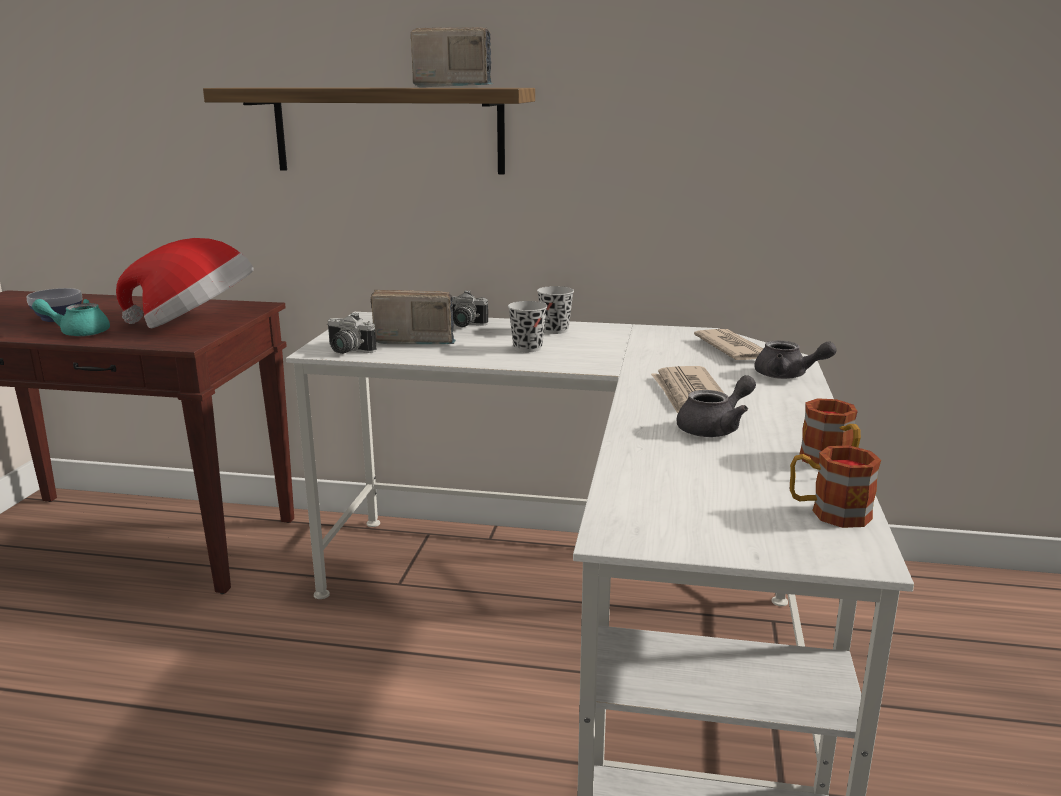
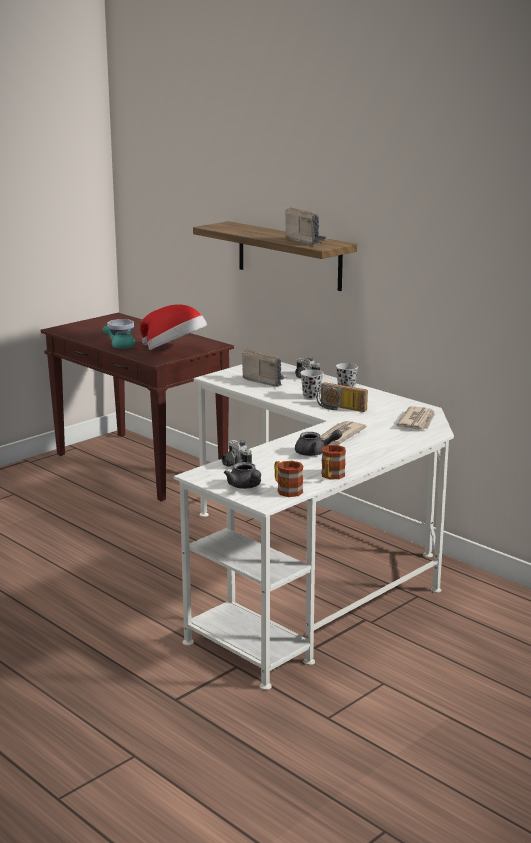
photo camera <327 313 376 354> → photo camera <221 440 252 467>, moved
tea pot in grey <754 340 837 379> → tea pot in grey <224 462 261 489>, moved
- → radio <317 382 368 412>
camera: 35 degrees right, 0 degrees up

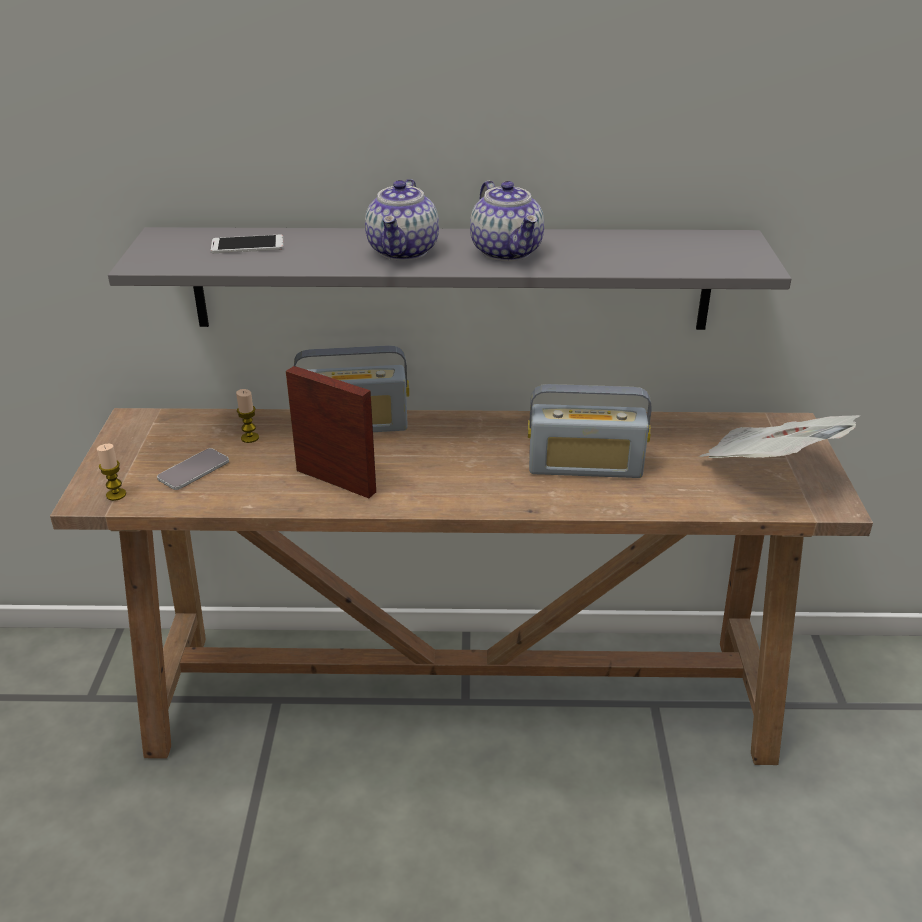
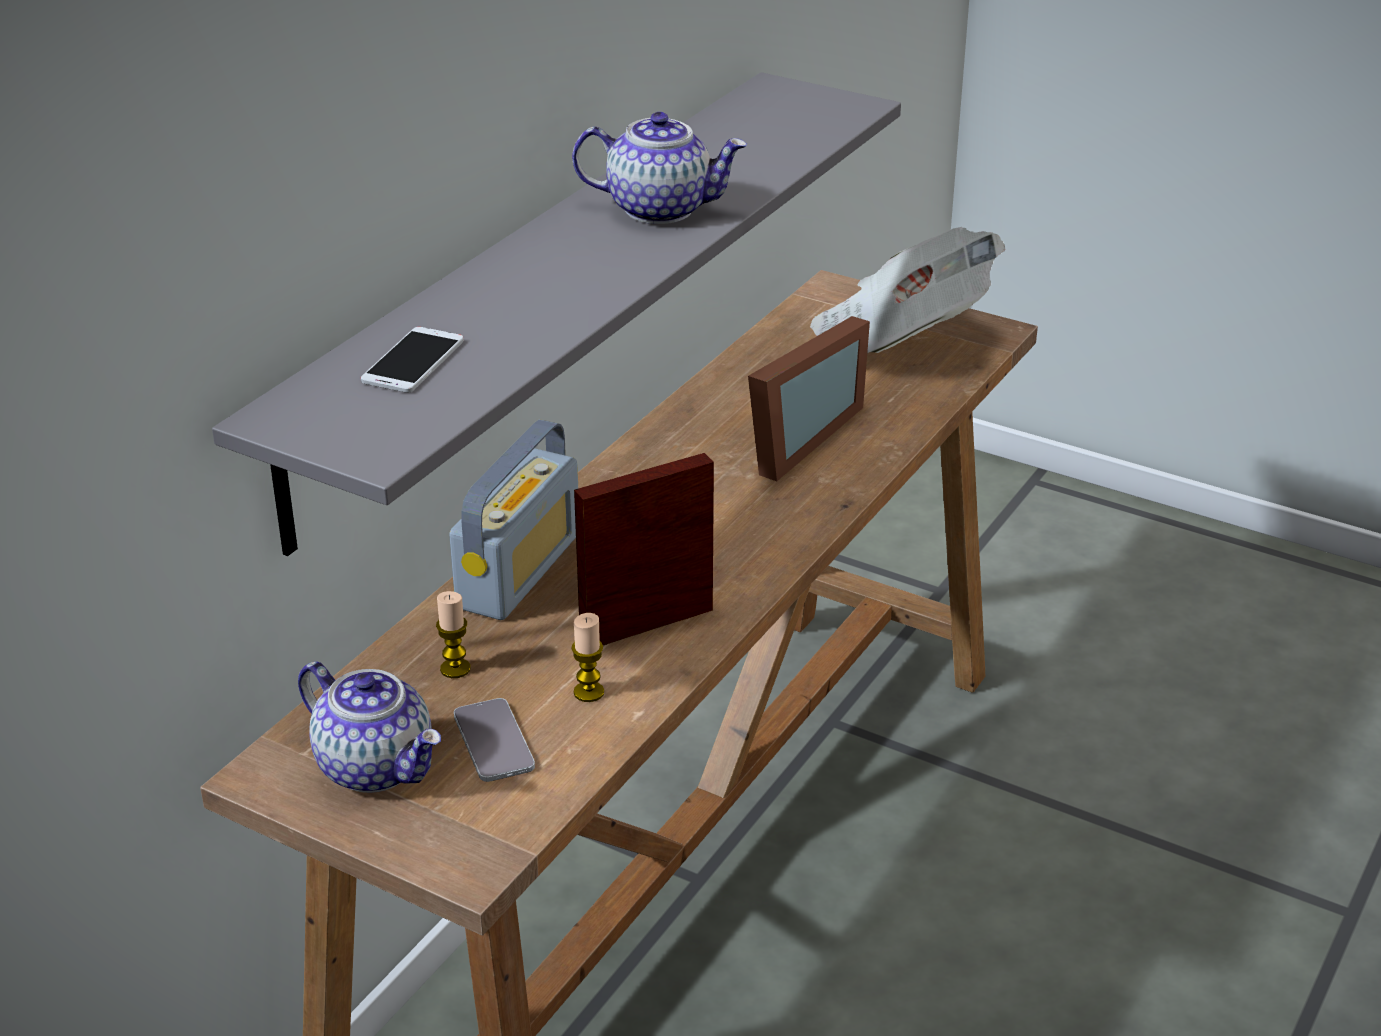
tea pot <365 179 439 260> → tea pot <298 661 441 793>, moved
radio <528 384 652 478> → photo frame <748 316 870 481>
wax candle <97 444 126 501> → wax candle <571 613 604 702>, moved
camera: 60 degrees left, 0 degrees up

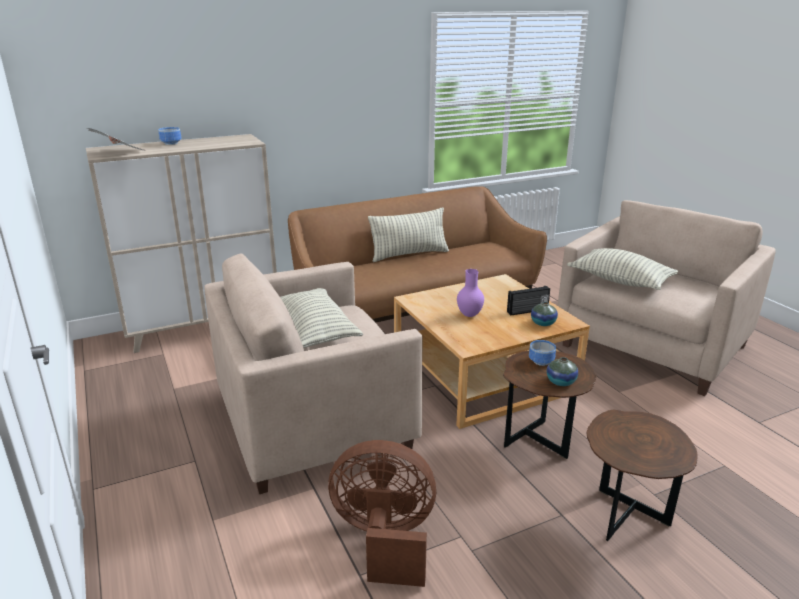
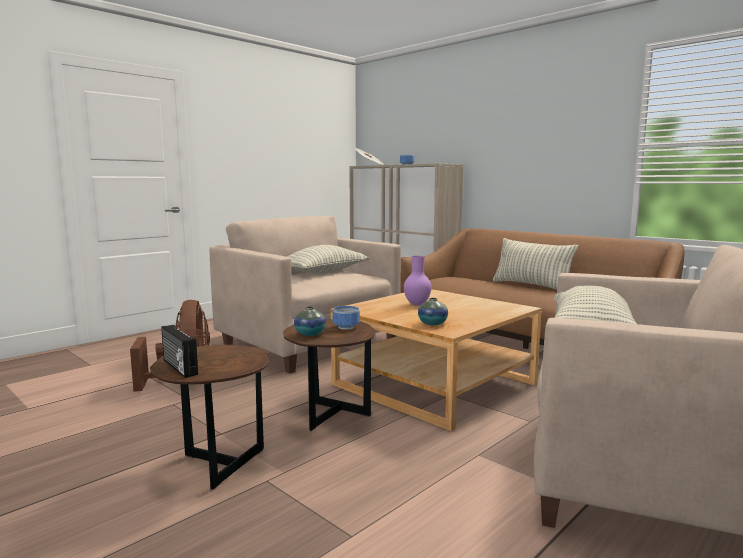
radio <507 286 550 316> → radio <161 325 198 378>, moved
camera: 70 degrees right, 15 degrees down

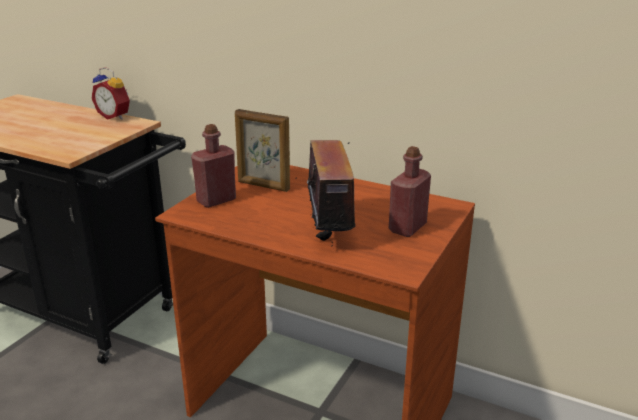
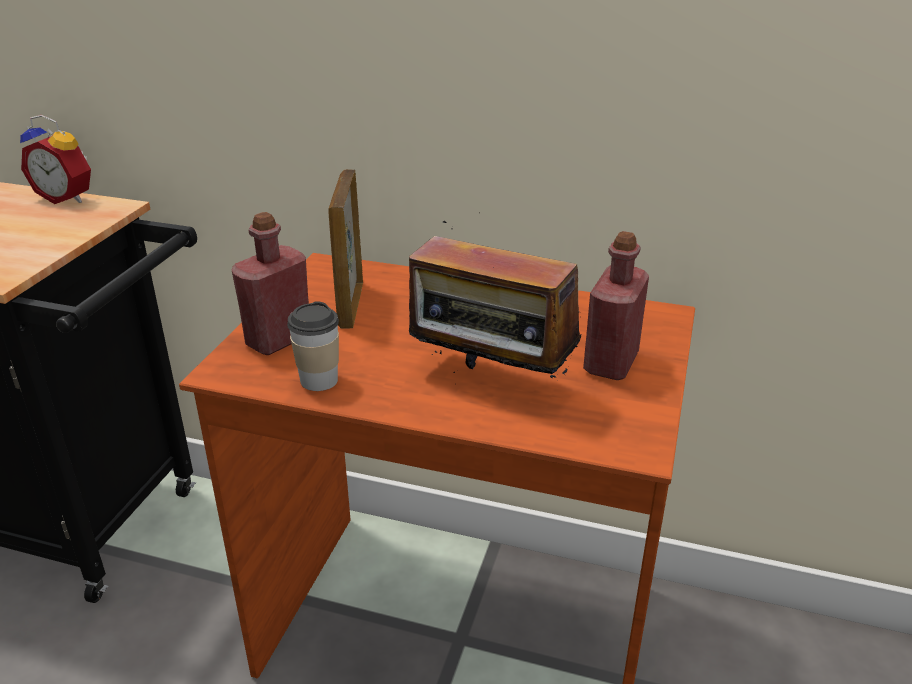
photo frame <235 109 290 192> → photo frame <328 169 363 329>, 75 degrees clockwise
radio <295 140 356 247> → radio <408 221 581 385>, 135 degrees clockwise
- → cup <287 301 339 391>
camera: 10 degrees left, 5 degrees up

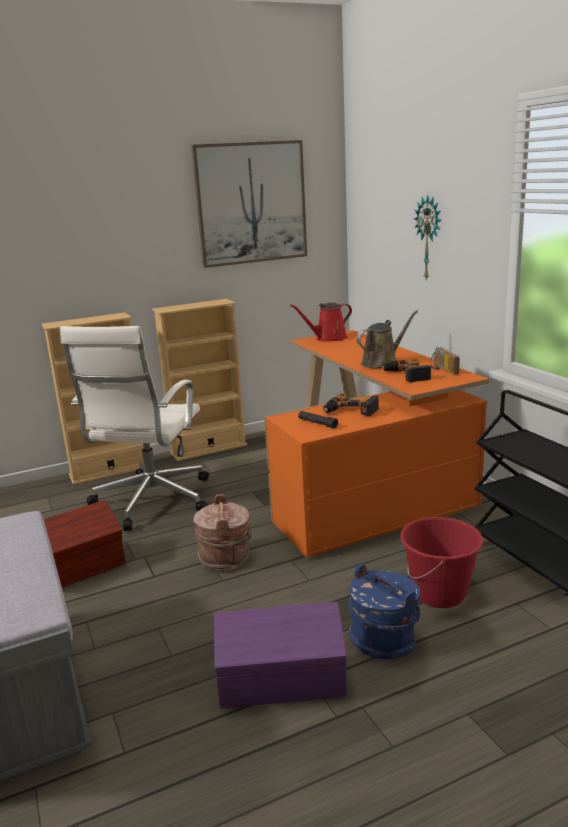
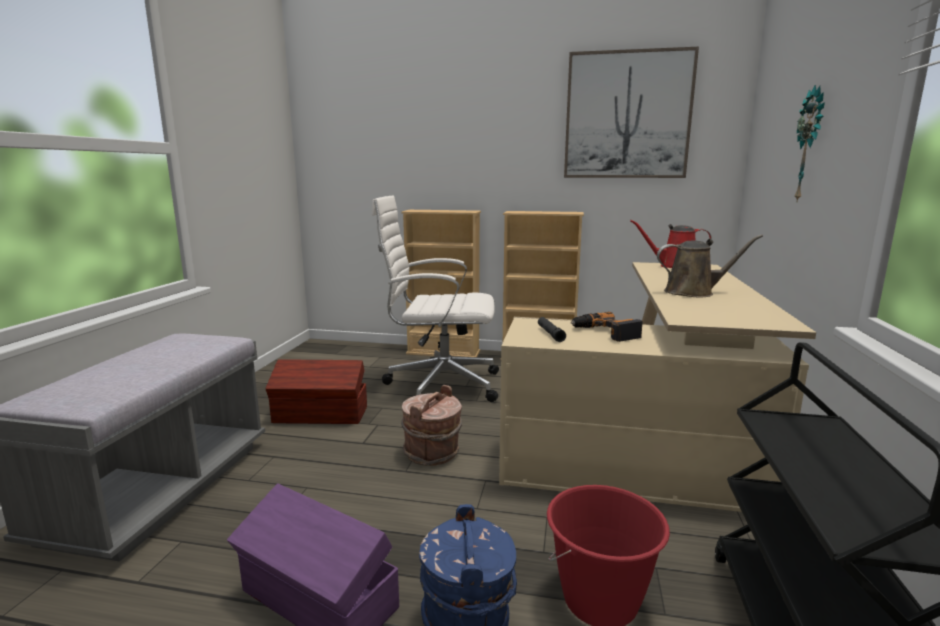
office chair in white <60 326 209 531> → office chair in white <372 195 499 402>, 45 degrees clockwise
desk table in orangey <264 330 489 558> → desk table in sand-coloured <499 262 816 512>
radio <431 347 460 375> → -
power drill <381 359 431 382> → -
camera: 35 degrees right, 5 degrees down

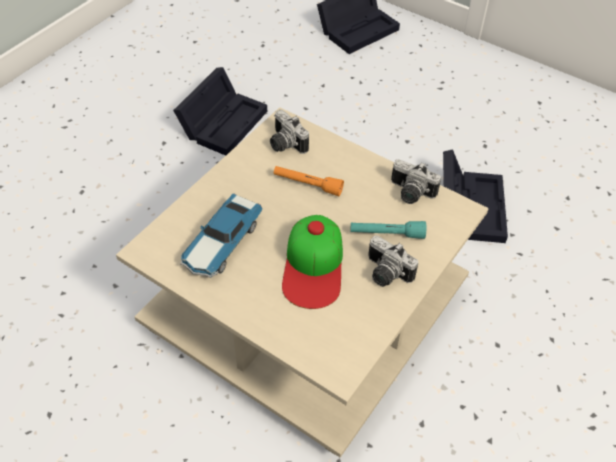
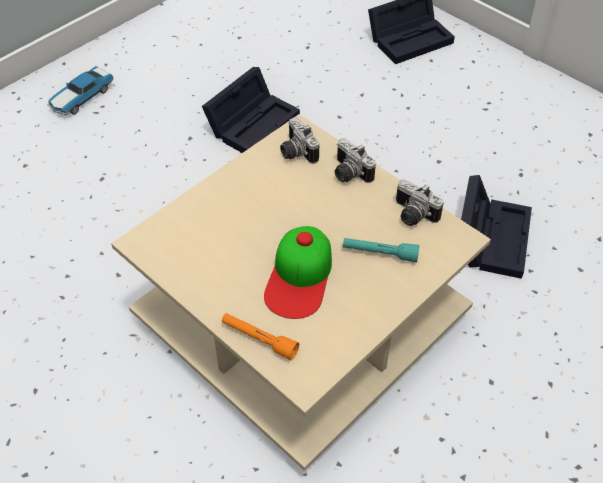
torch in orangey <274 166 344 196> → torch in orangey <222 313 299 360>, moved
miniature car <180 193 263 278> → miniature car <47 66 114 115>, moved
photo camera <368 235 418 287> → photo camera <334 138 376 183>, moved
camera: 10 degrees right, 0 degrees up

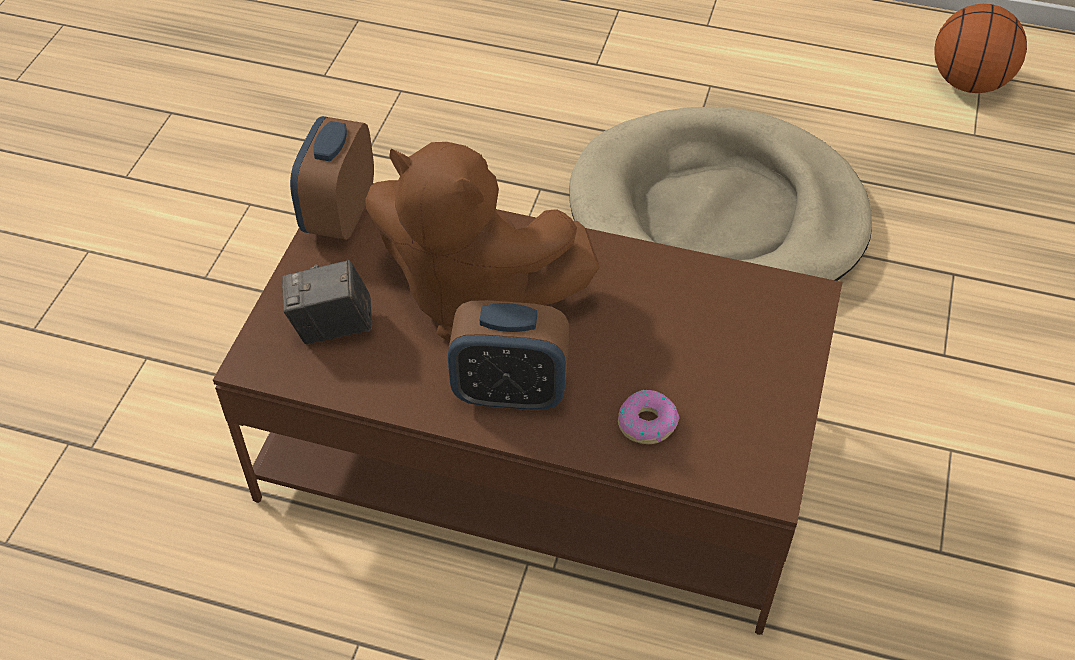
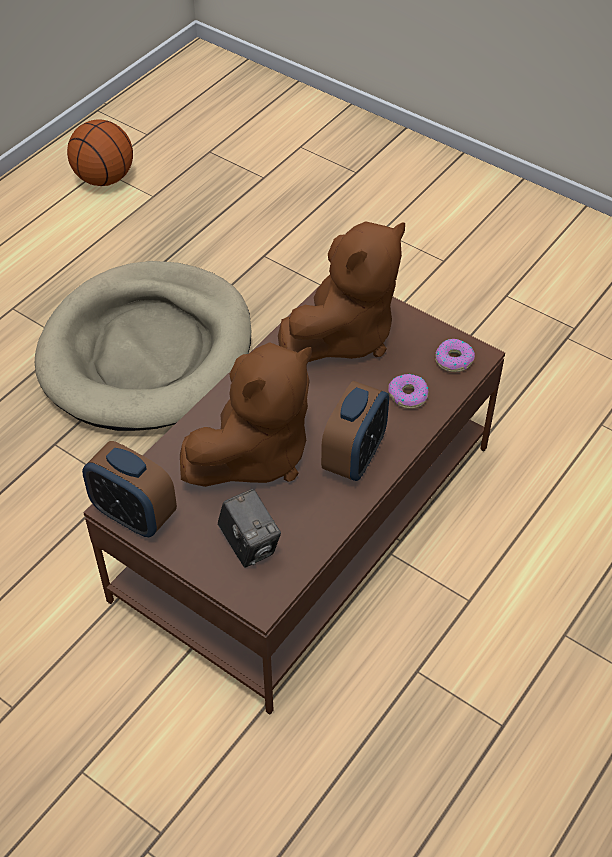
photo camera <282 260 372 344> → photo camera <218 489 281 568>, 45 degrees counterclockwise
- → soft toy in brown-coloured <278 221 405 362>
- → donut <435 339 475 372>
camera: 70 degrees left, 0 degrees up

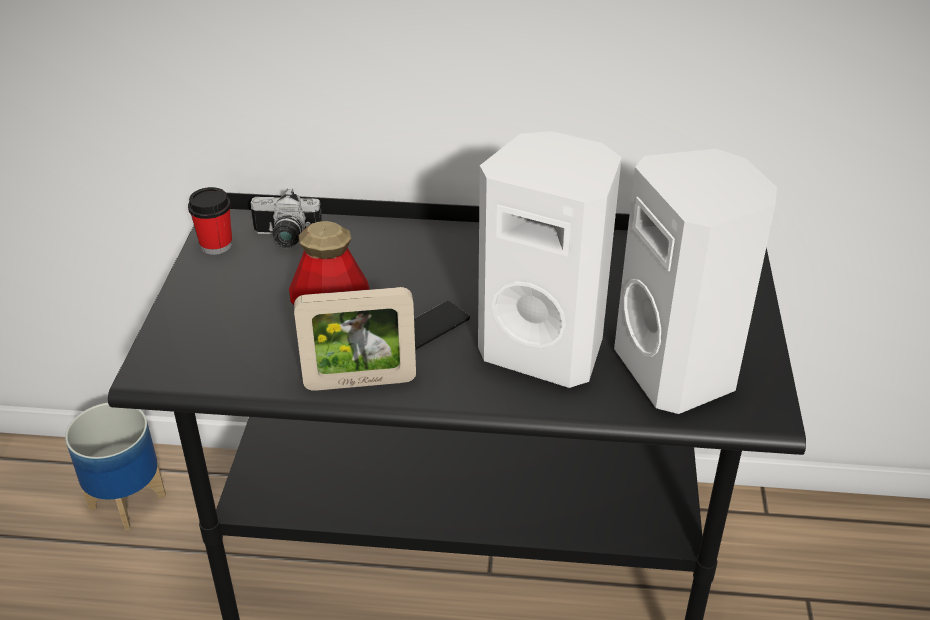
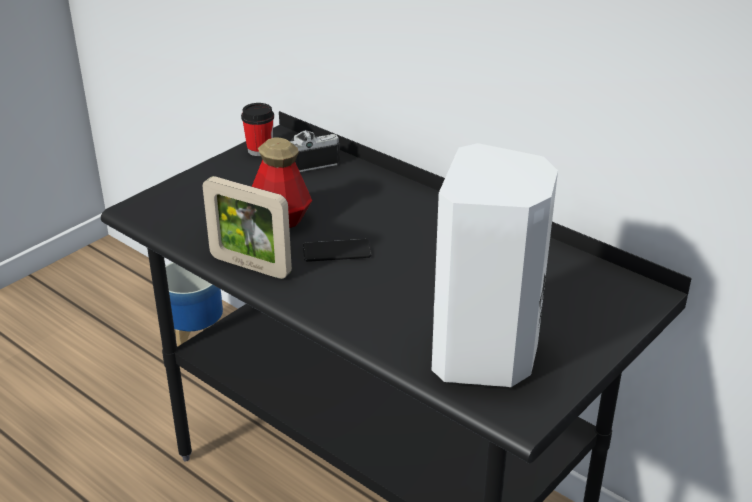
speaker in white <478 131 622 388> → -
photo camera <251 188 322 248> → photo camera <289 130 340 172>, 120 degrees clockwise
camera: 35 degrees right, 5 degrees down

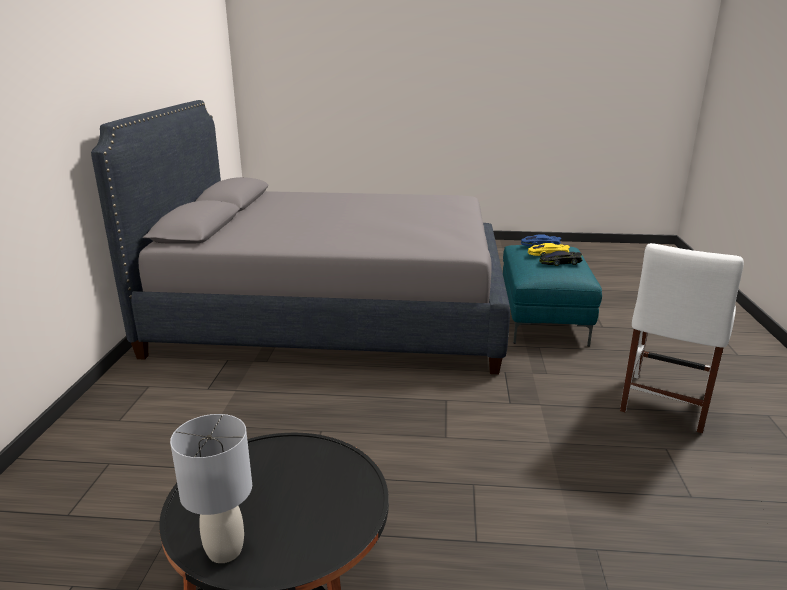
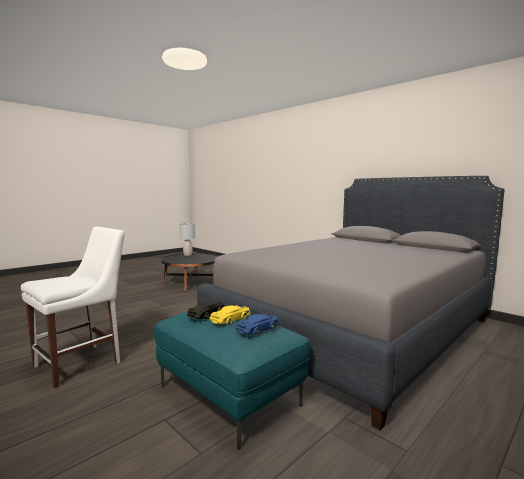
upright chair in white <620 243 744 433> → upright chair in white <21 226 125 388>, 60 degrees clockwise
camera: 130 degrees right, 15 degrees down

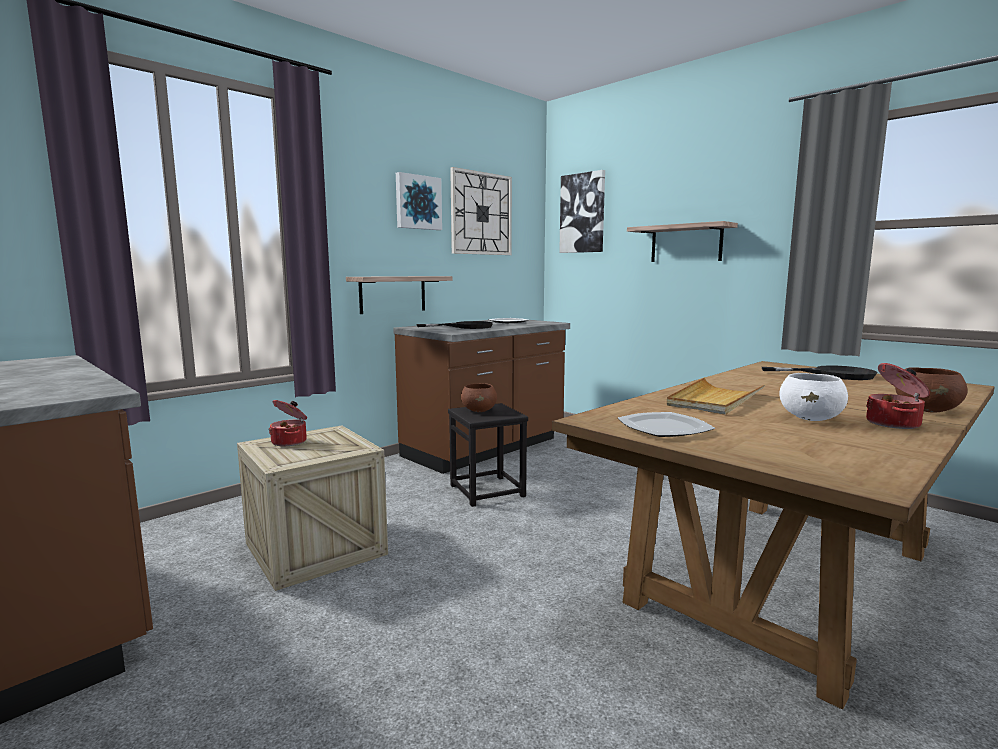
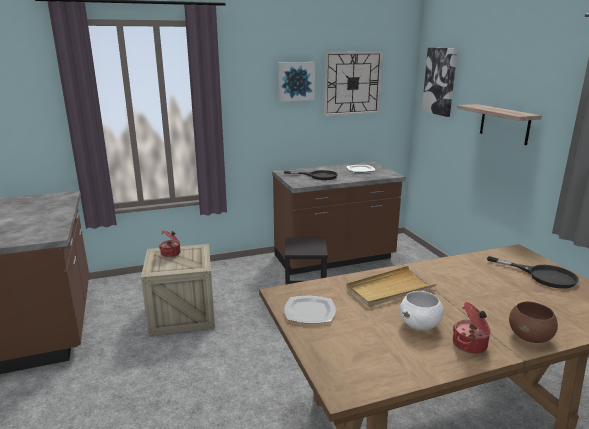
bracket shelf <346 276 452 314> → -
bowl in brown-coloured <461 383 497 412> → -
camera: 25 degrees right, 10 degrees up

